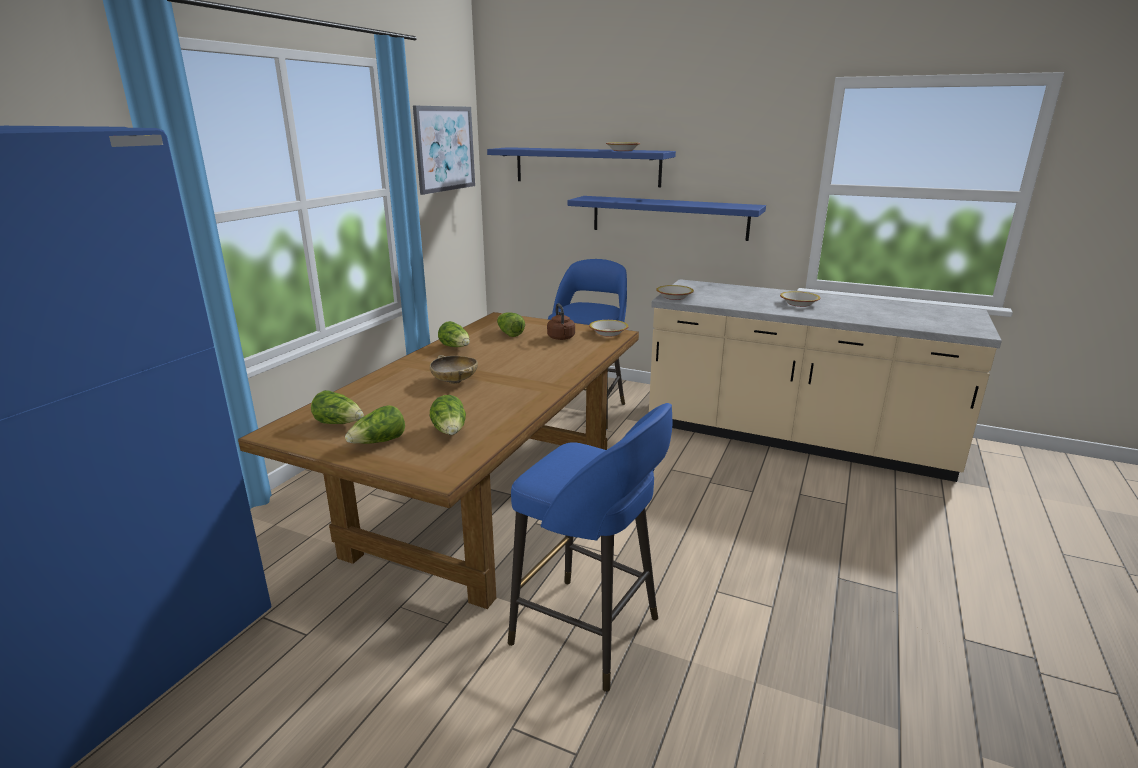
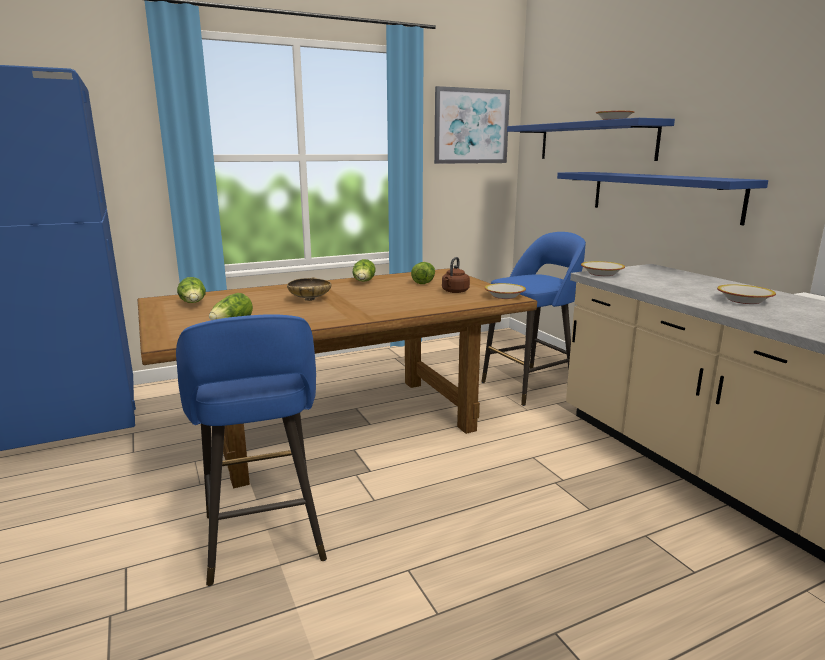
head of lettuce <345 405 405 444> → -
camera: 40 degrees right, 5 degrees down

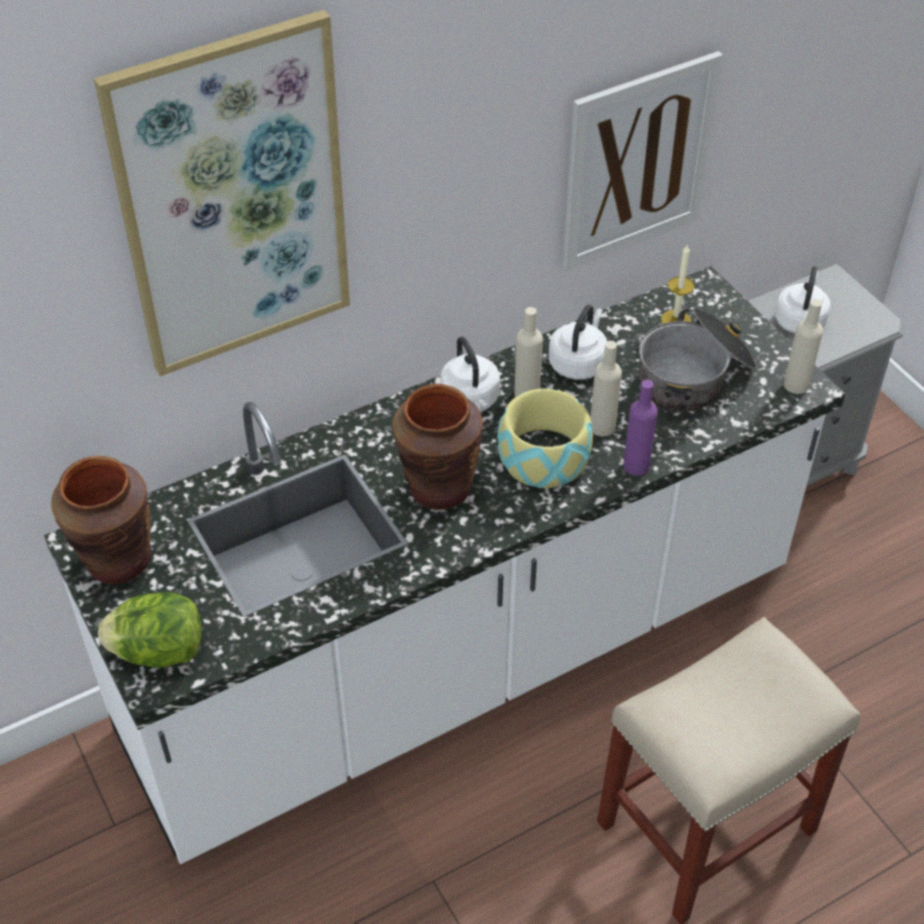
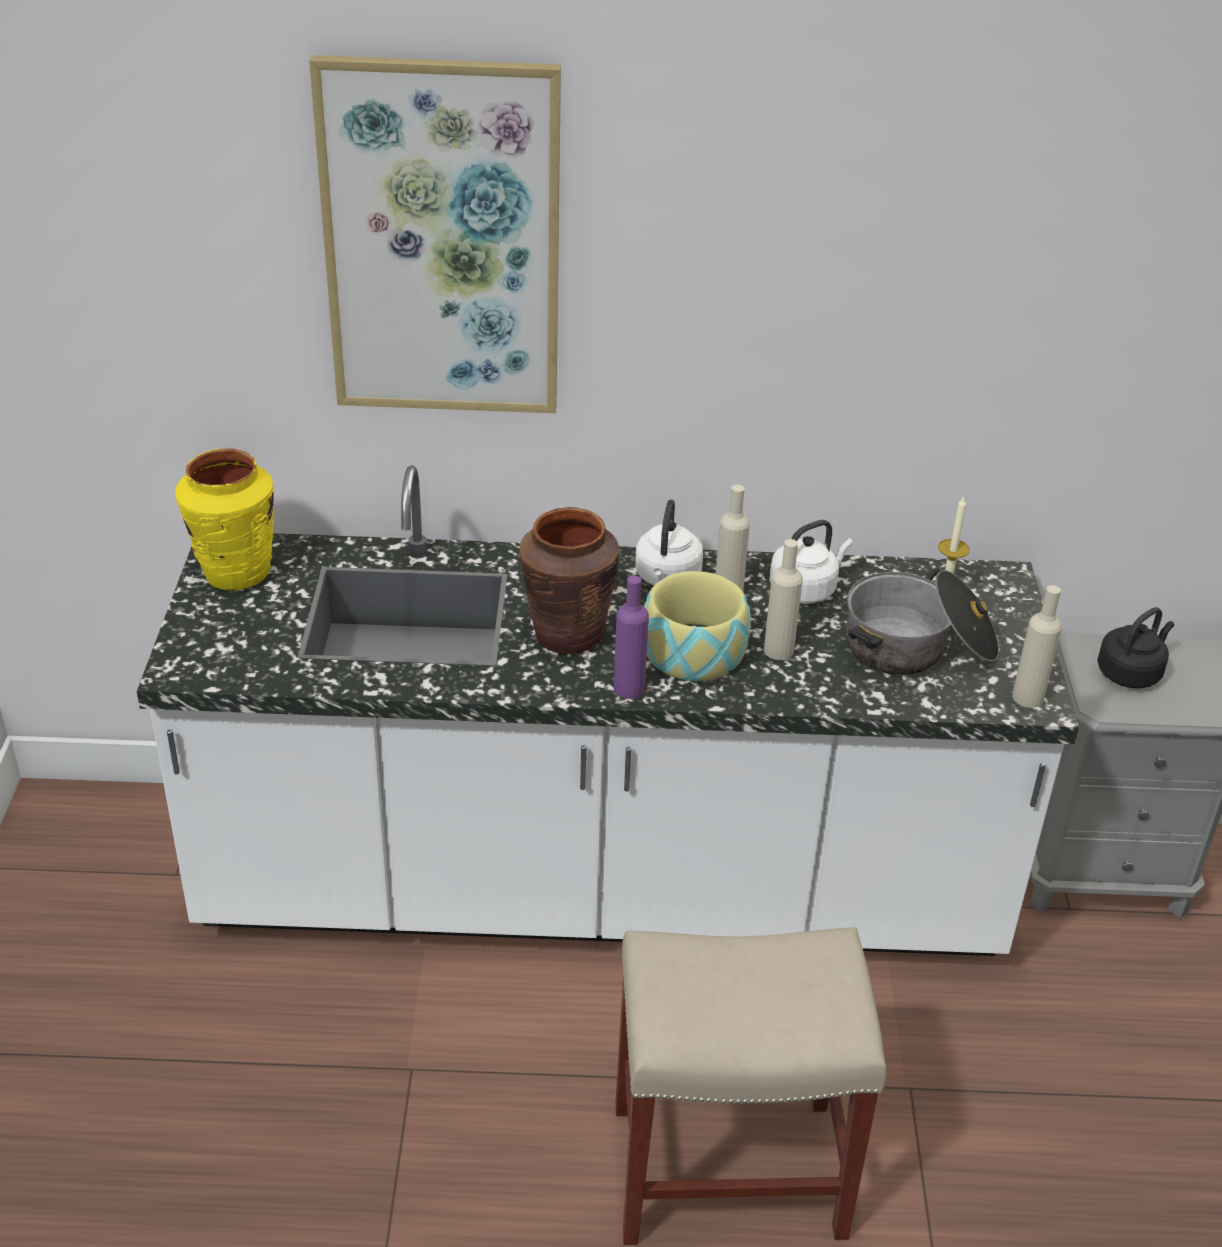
wall picture <563 51 723 270> → -
kettle in white <775 266 831 333> → kettle in black-coloured <1097 607 1174 688>
bottle in purplish <623 380 658 476> → bottle in purplish <614 575 649 699>, moved
decorative vase in brown-coloured <51 456 151 585> → decorative vase in yellow-coloured <175 449 274 590>
head of lettuce <98 592 201 668> → -
camera: 30 degrees right, 10 degrees down

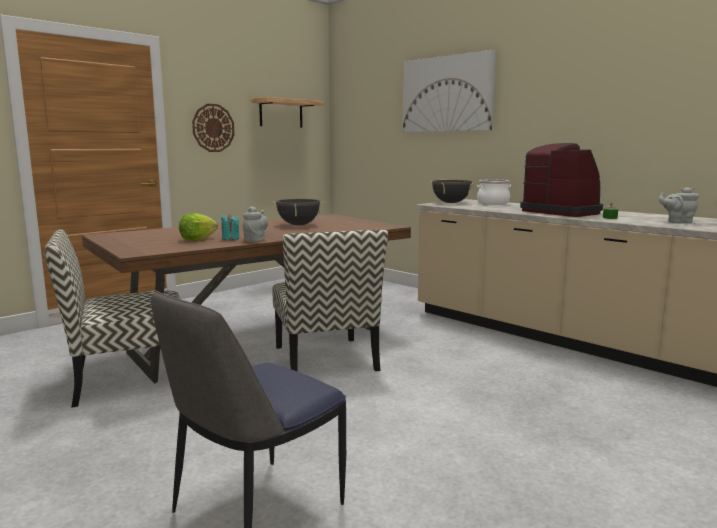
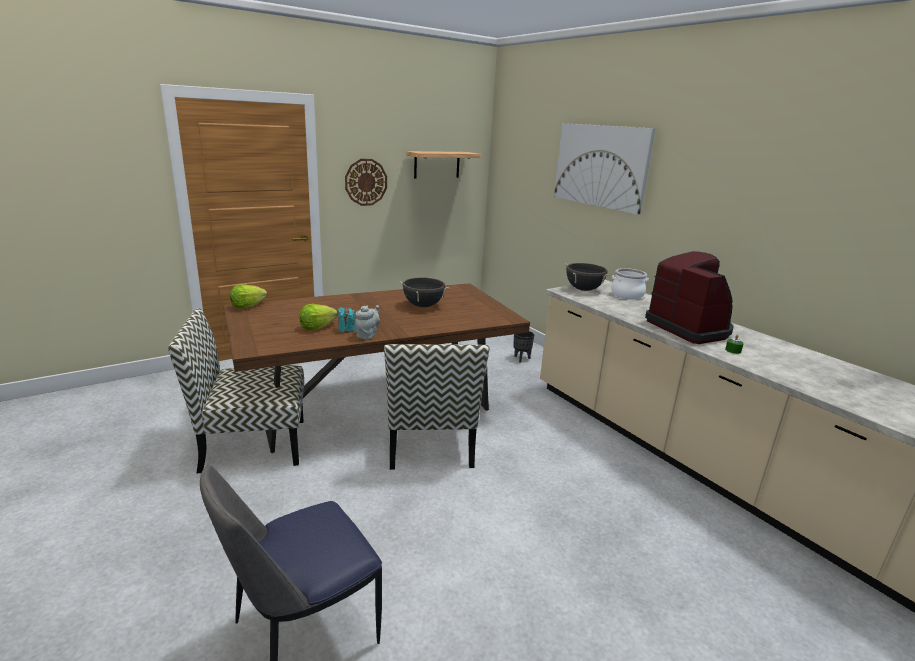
tea pot in grey <659 187 699 223> → -
- → head of lettuce <230 284 267 309>
- → planter in black-coloured <513 331 534 363>
camera: 10 degrees right, 10 degrees up

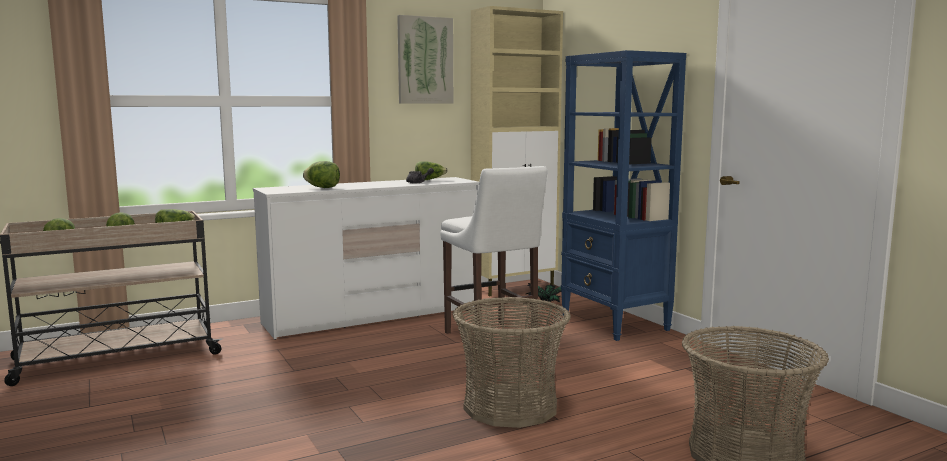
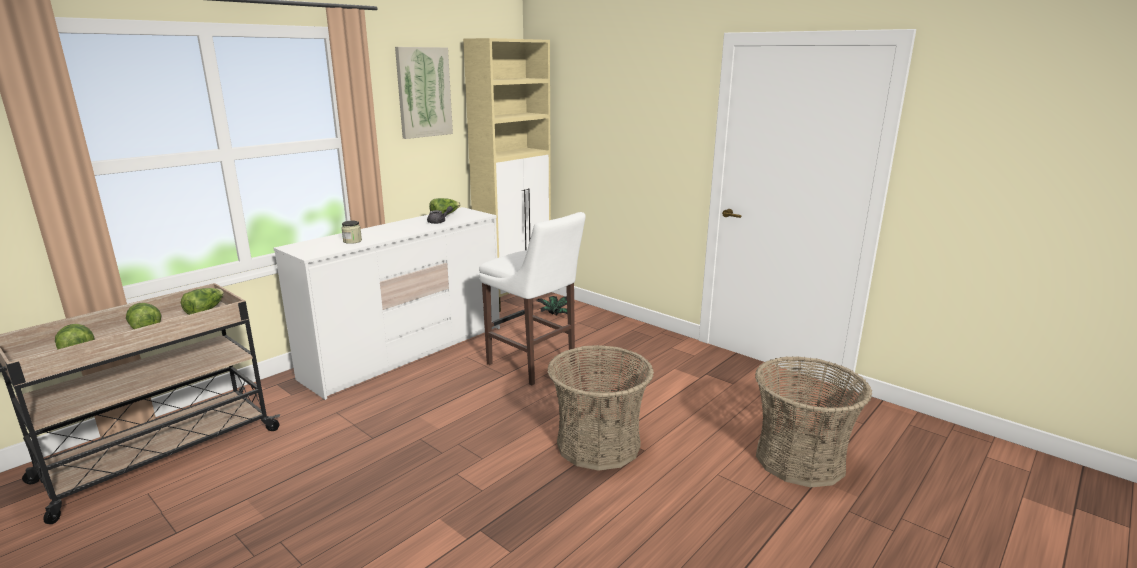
bookcase in blue <561 50 686 341> → -
head of lettuce <303 161 340 188> → jar <341 221 362 244>
camera: 20 degrees left, 10 degrees up

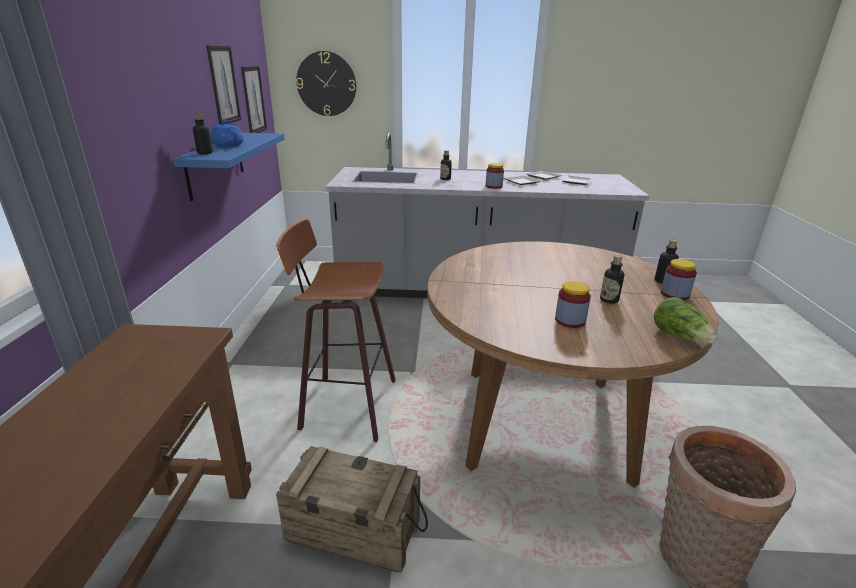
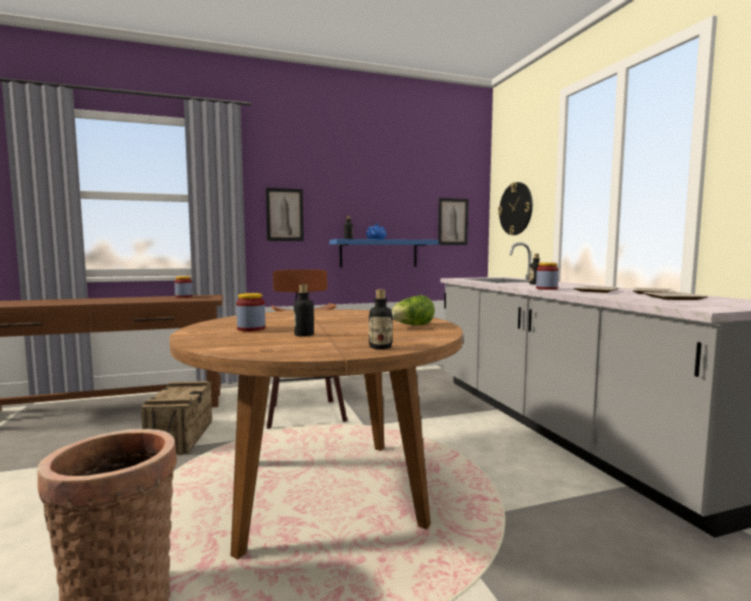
wall picture <206 45 241 125> → wall picture <266 188 304 241>, moved
jar <661 259 697 300> → jar <175 276 193 298>, moved
head of lettuce <654 297 717 344> → head of lettuce <391 295 435 325>, moved
camera: 70 degrees right, 20 degrees down

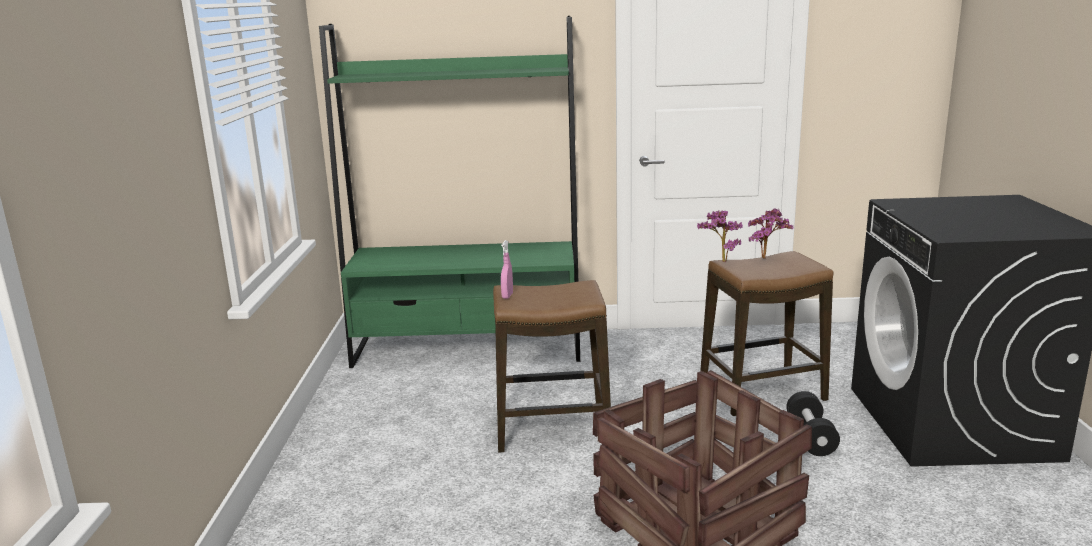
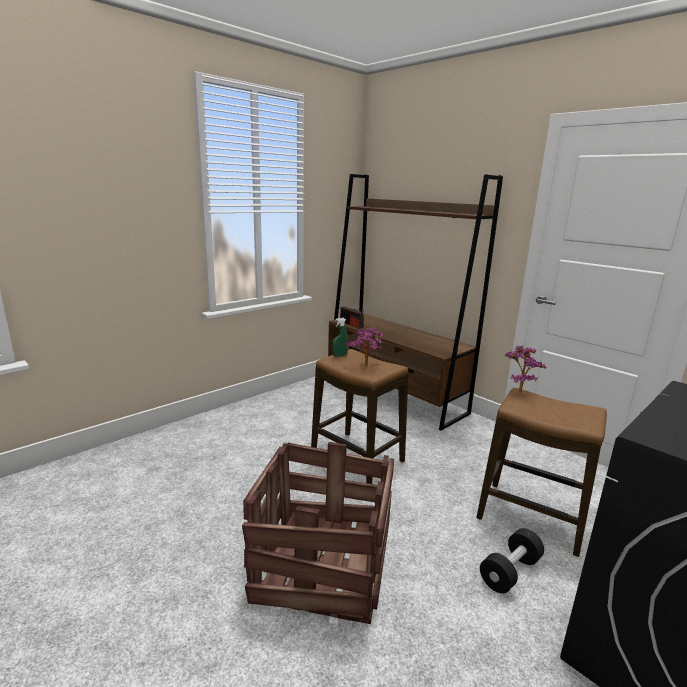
bookcase in green-coloured <319 16 580 368> → bookcase in brown-coloured <328 174 503 431>
plant in a pot <748 208 793 259> → plant in a pot <346 327 383 366>, moved
spray bottle in pink-coloured <501 240 513 299> → spray bottle in green-coloured <333 318 348 357>
- → radio <340 306 364 329>
camera: 45 degrees right, 0 degrees up

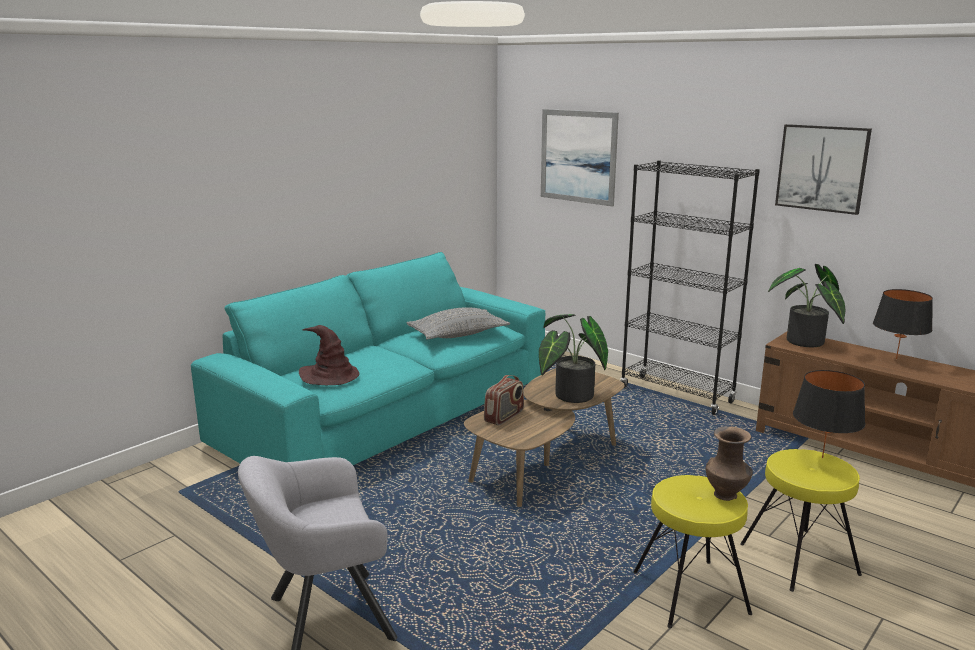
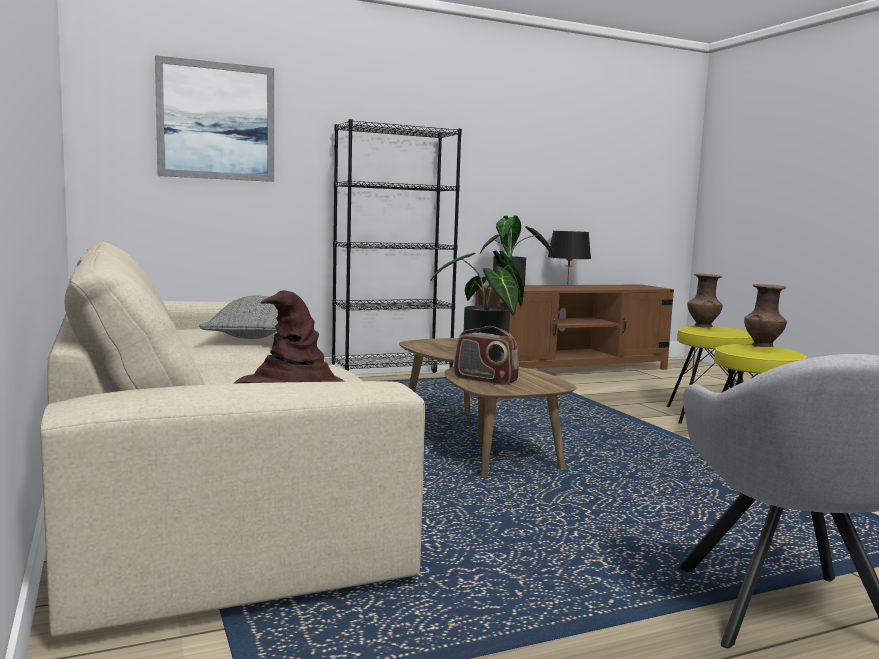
wall picture <775 124 872 215> → -
settee in turquoise <191 252 545 465> → settee in sand-coloured <40 241 425 637>
table lamp in black-coloured <793 370 865 458> → decorative vase in brown-coloured <687 274 723 328>
radio <484 375 524 426> → radio <453 326 519 385>, 150 degrees clockwise
camera: 65 degrees left, 10 degrees down

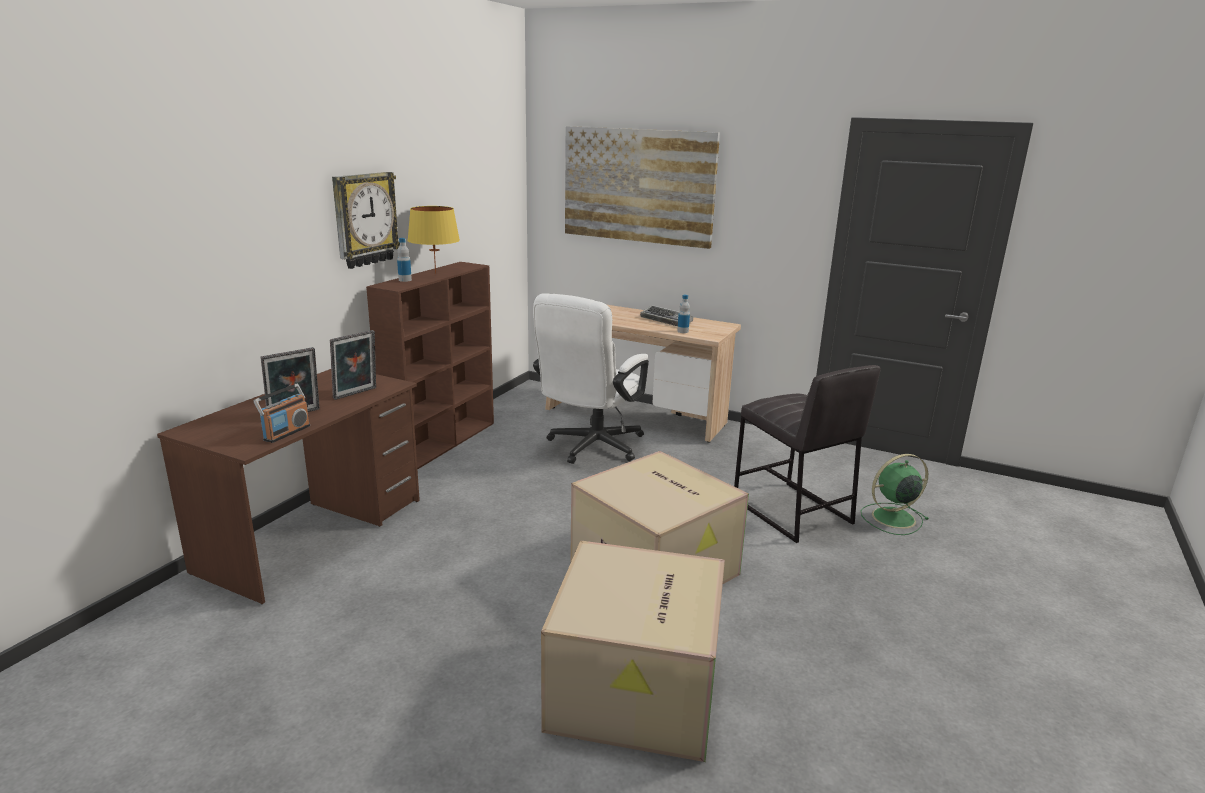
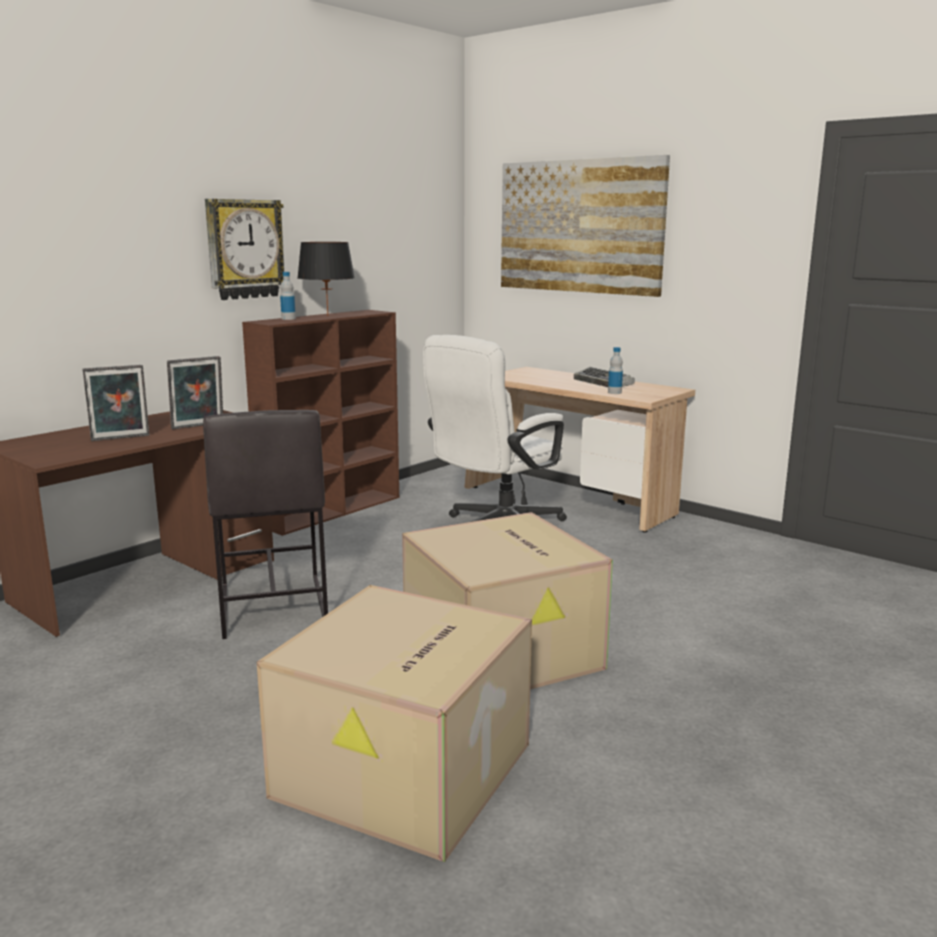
table lamp in yellow-coloured <407 206 460 274> → table lamp in black-coloured <298 242 355 316>
stool in grey <734 365 881 543> → stool in grey <203 410 328 639>, moved
radio <254 383 310 443> → -
cooling fan in green-coloured <860 454 928 535> → -
camera: 15 degrees right, 5 degrees down

